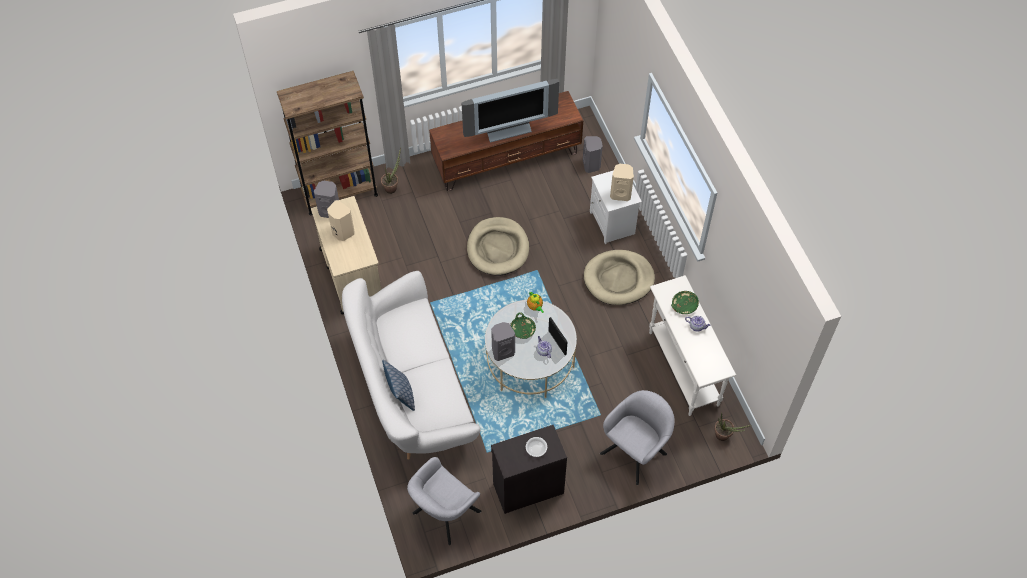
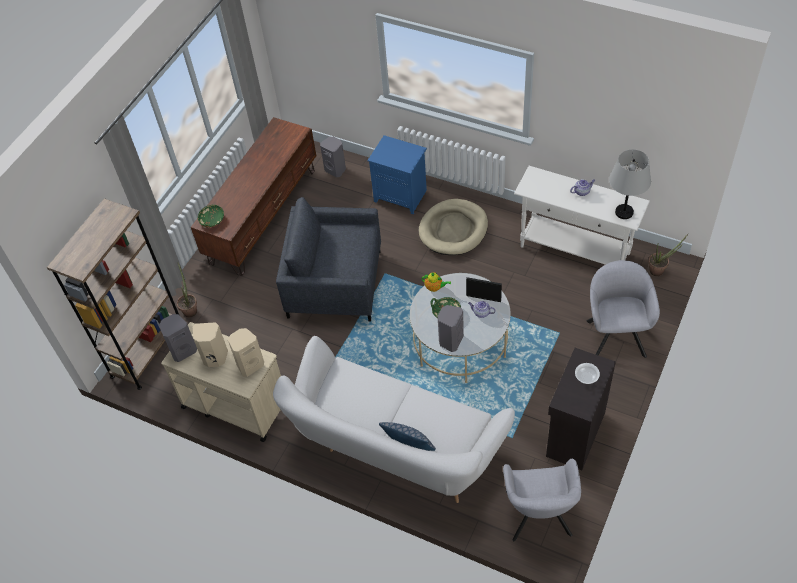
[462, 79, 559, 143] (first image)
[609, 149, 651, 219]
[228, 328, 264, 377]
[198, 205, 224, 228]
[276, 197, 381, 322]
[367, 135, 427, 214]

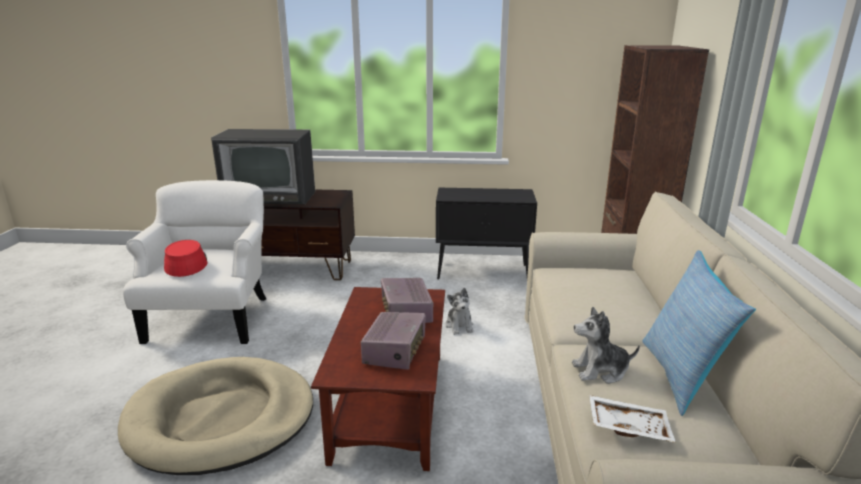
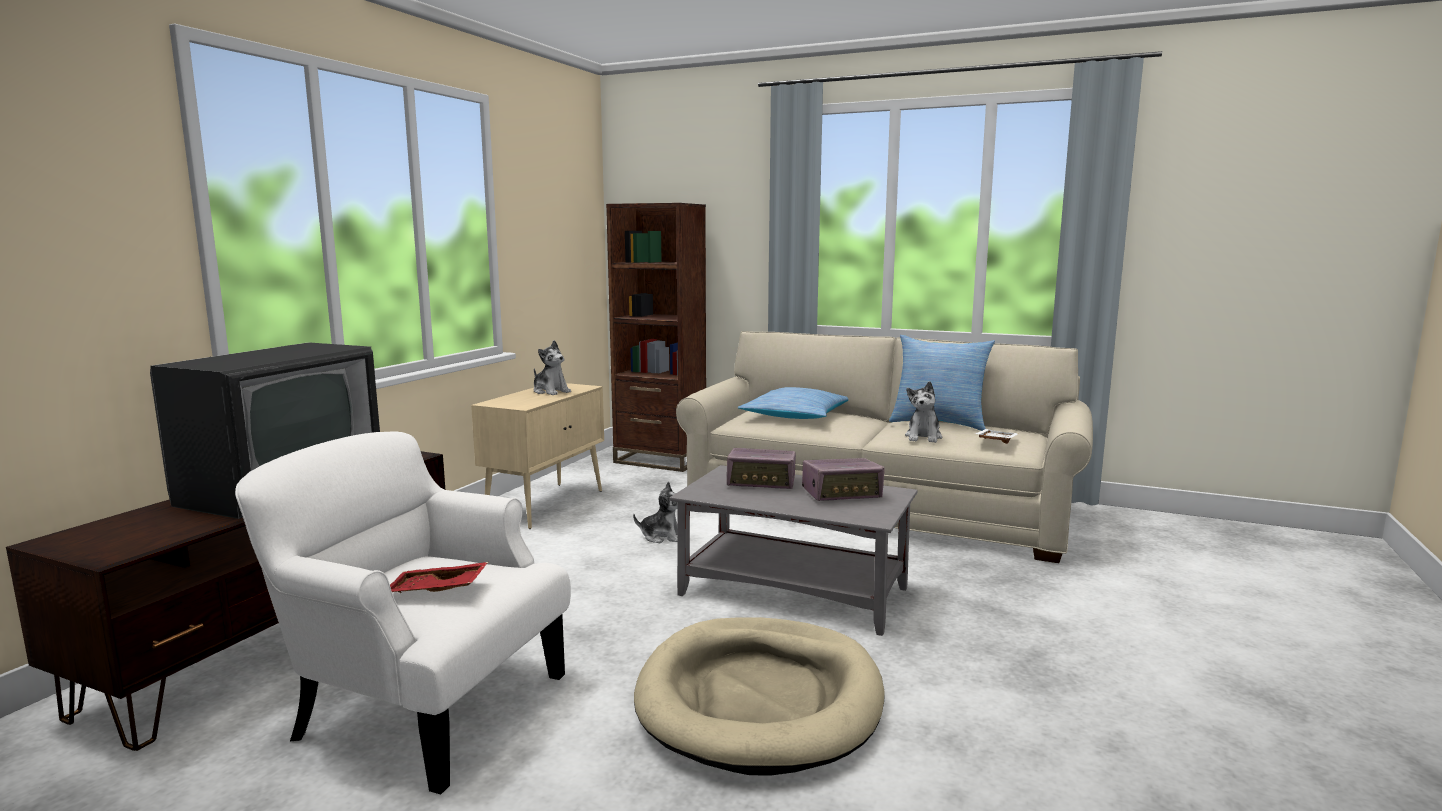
[534, 340, 571, 395]
[738, 387, 849, 419]
[390, 562, 488, 593]
[669, 465, 918, 636]
[471, 383, 604, 529]
[802, 458, 885, 501]

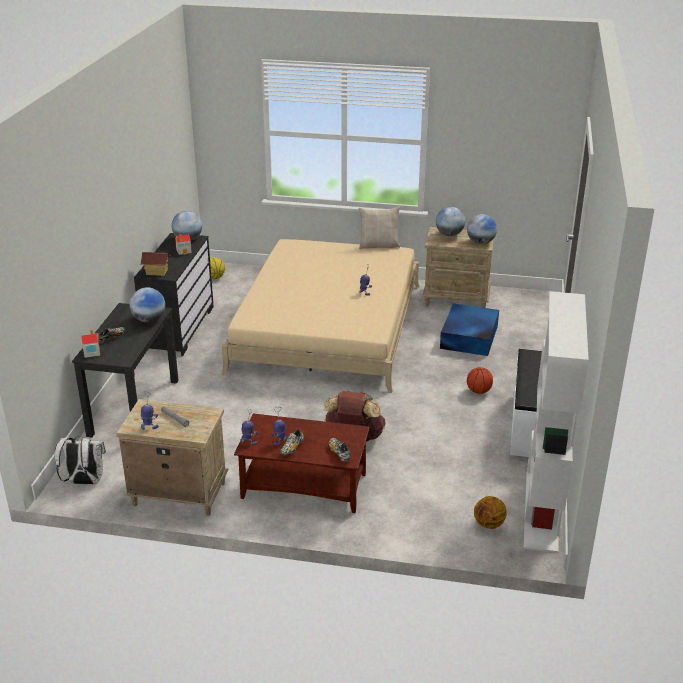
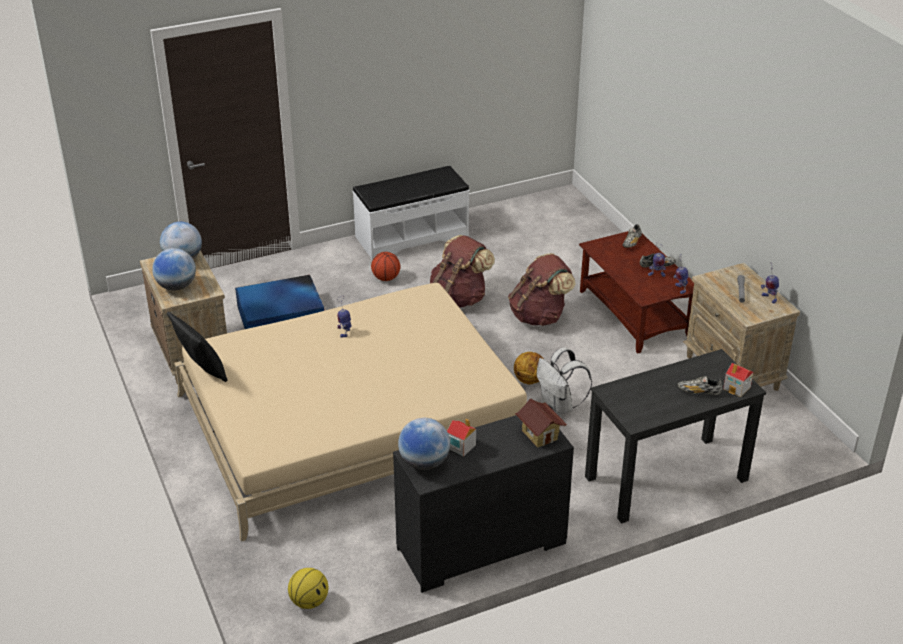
[130, 287, 165, 323] (first image)
[524, 291, 589, 553] (first image)
[430, 235, 495, 307]
[537, 347, 592, 416]
[514, 352, 544, 385]
[167, 311, 228, 382]

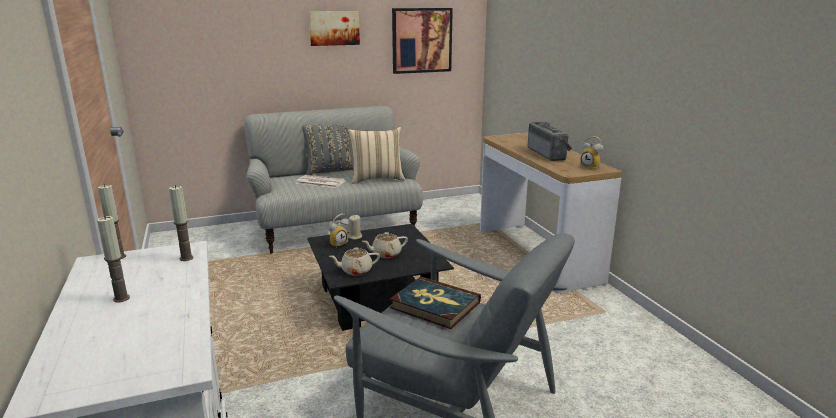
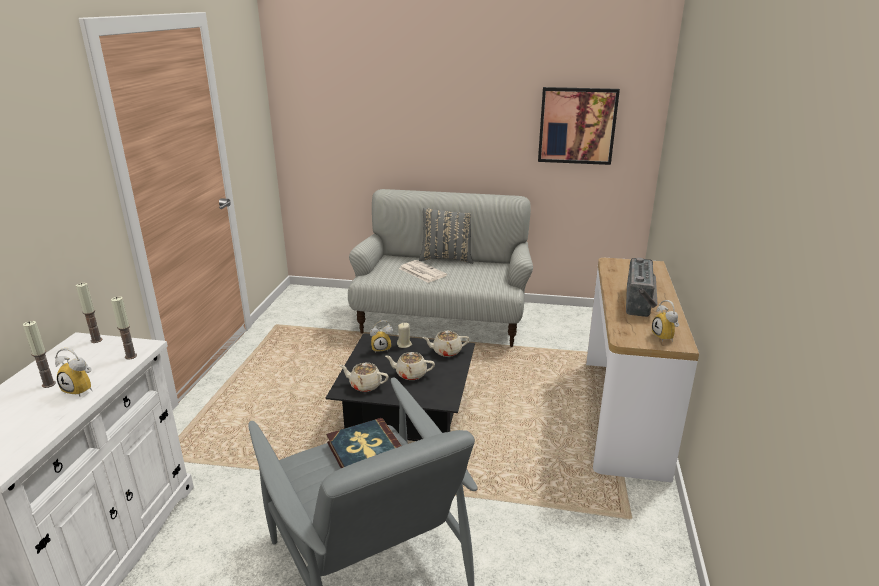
[309, 11, 360, 46] (first image)
[348, 127, 405, 184] (first image)
[55, 348, 92, 396]
[422, 331, 469, 357]

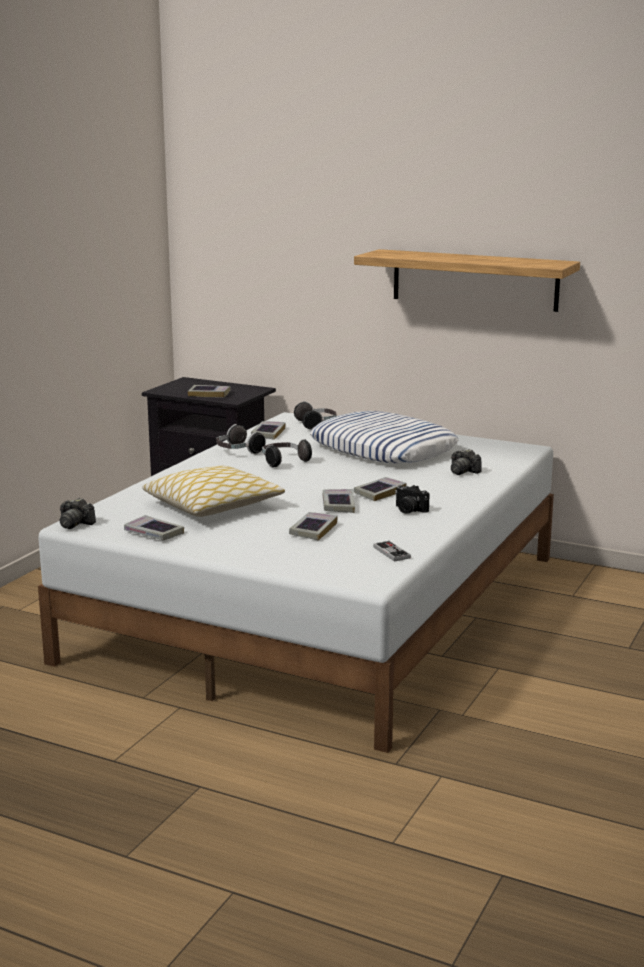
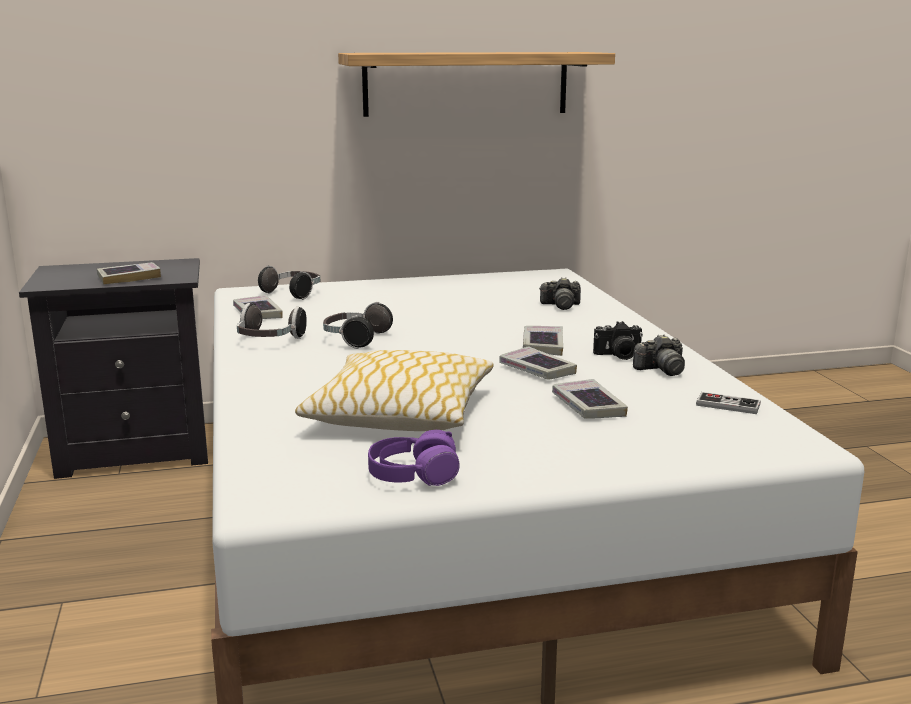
[310, 411, 458, 463] (first image)
[633, 334, 685, 376]
[368, 430, 460, 486]

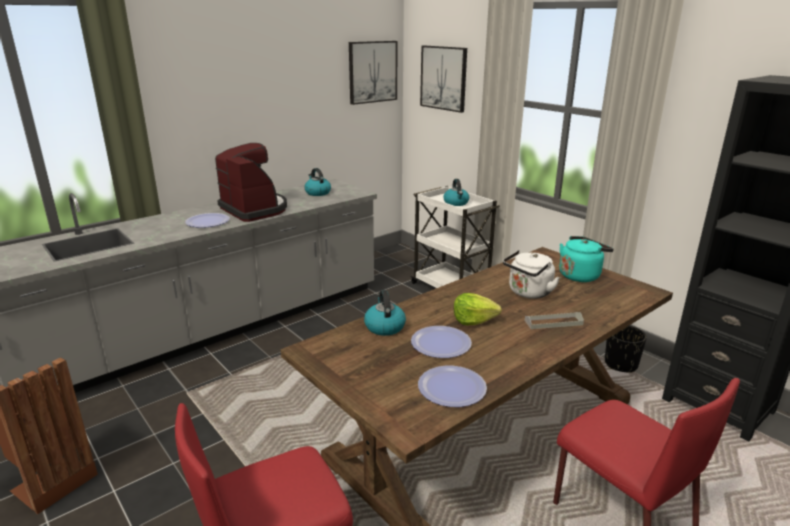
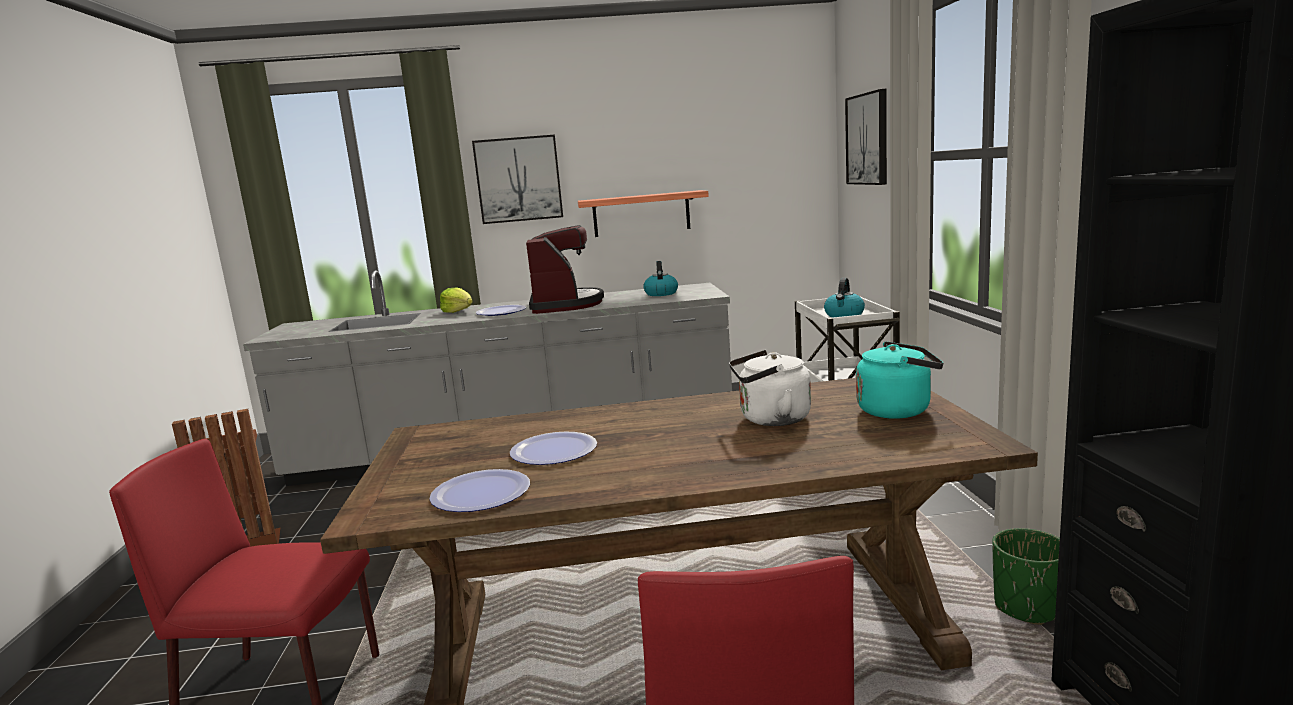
[364, 290, 406, 336] (first image)
[525, 312, 584, 329] (first image)
[578, 190, 709, 237]
[472, 135, 563, 224]
[440, 287, 473, 313]
[992, 528, 1060, 625]

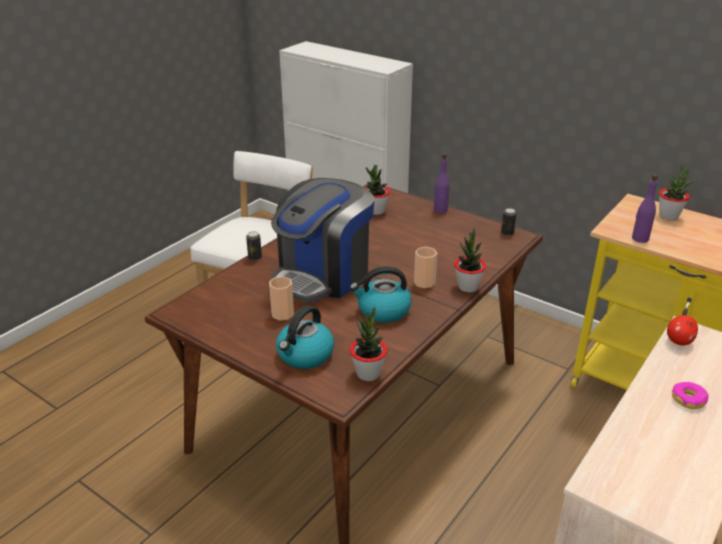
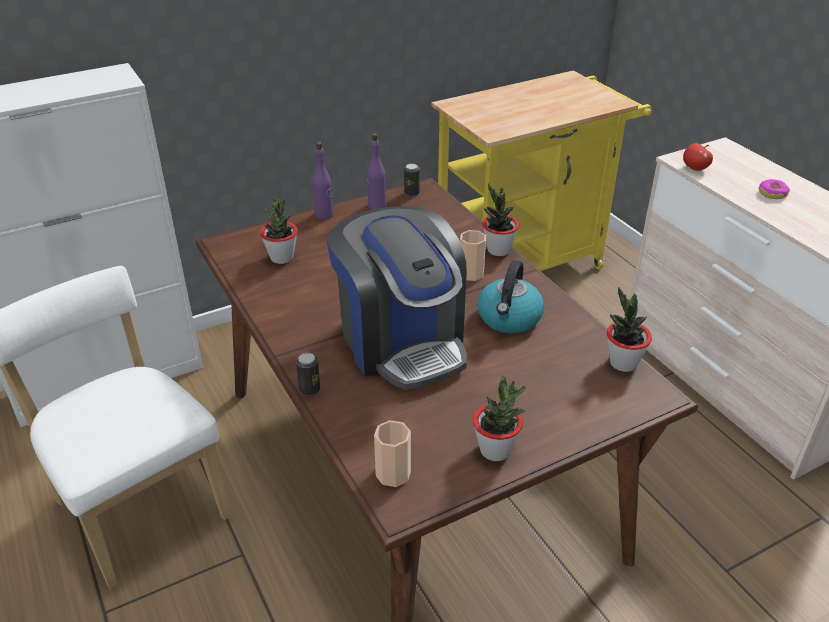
[276, 305, 334, 369] (first image)
[374, 420, 411, 487]
[367, 133, 386, 210]
[473, 375, 526, 461]

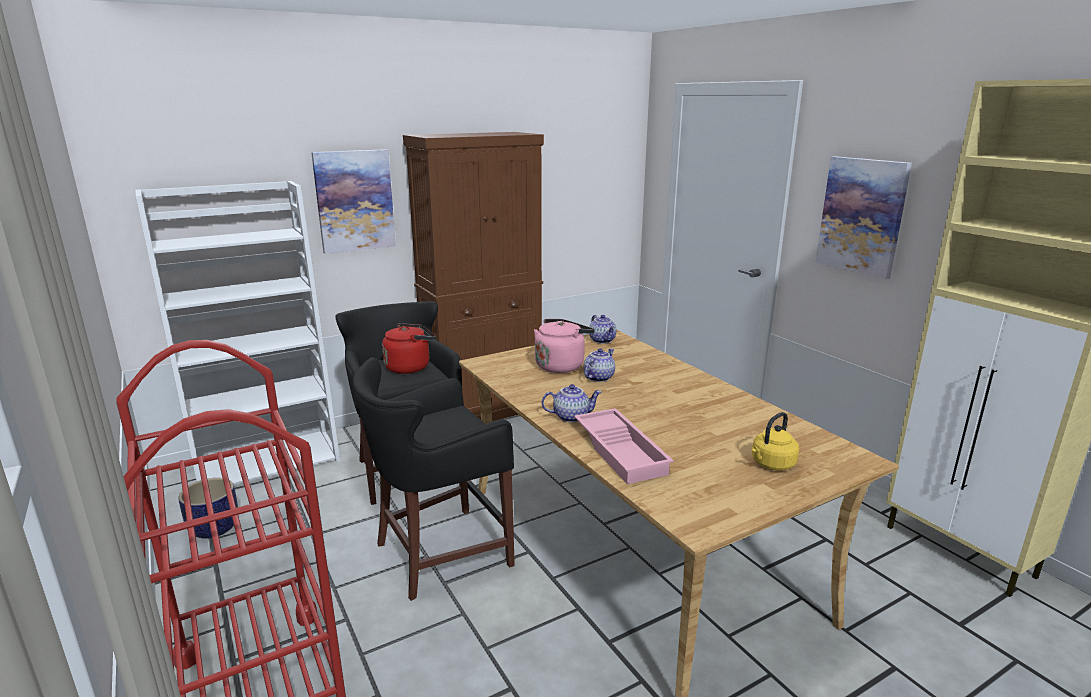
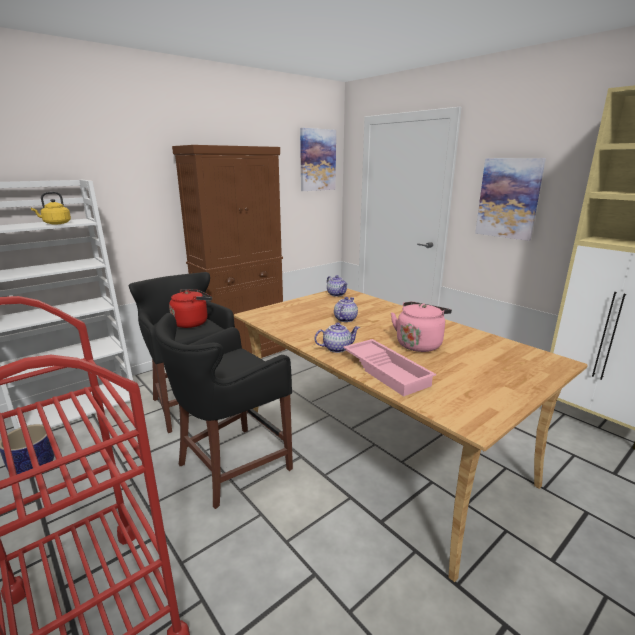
[300, 128, 336, 191]
[391, 301, 452, 352]
[31, 192, 71, 224]

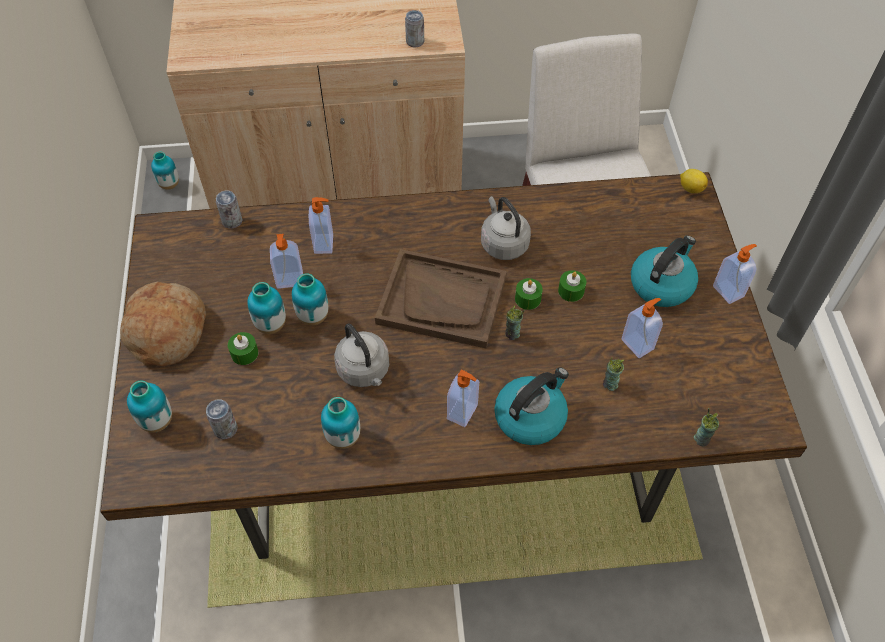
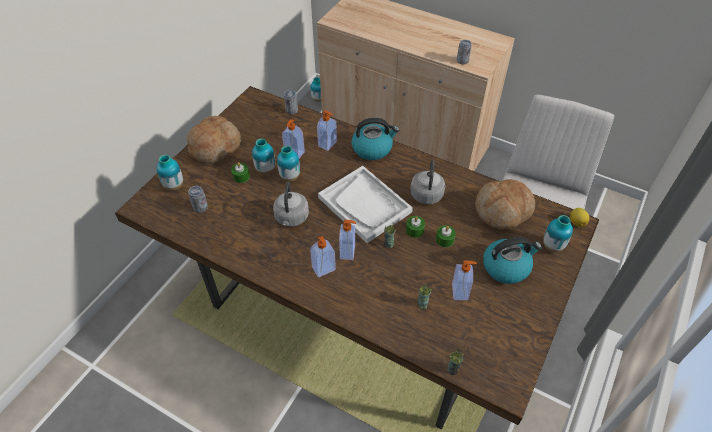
[475, 179, 535, 230]
[543, 215, 573, 252]
[352, 118, 399, 160]
[339, 220, 356, 260]
[318, 166, 413, 243]

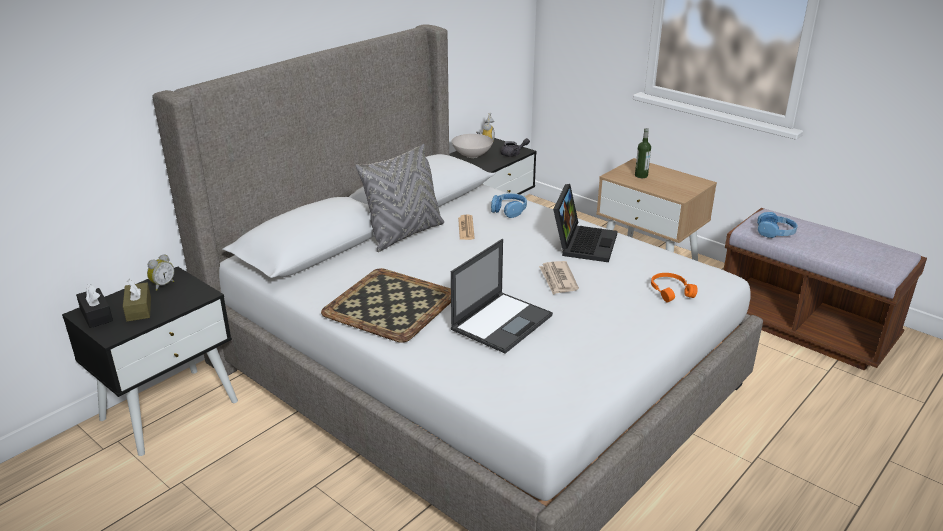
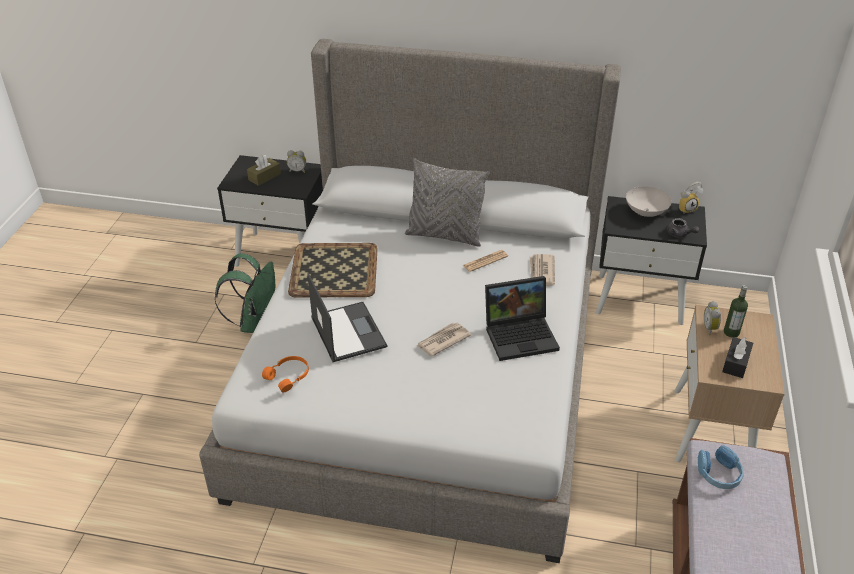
[215, 253, 276, 333]
[704, 301, 721, 335]
[722, 337, 753, 378]
[262, 356, 309, 393]
[530, 254, 555, 286]
[307, 273, 387, 362]

